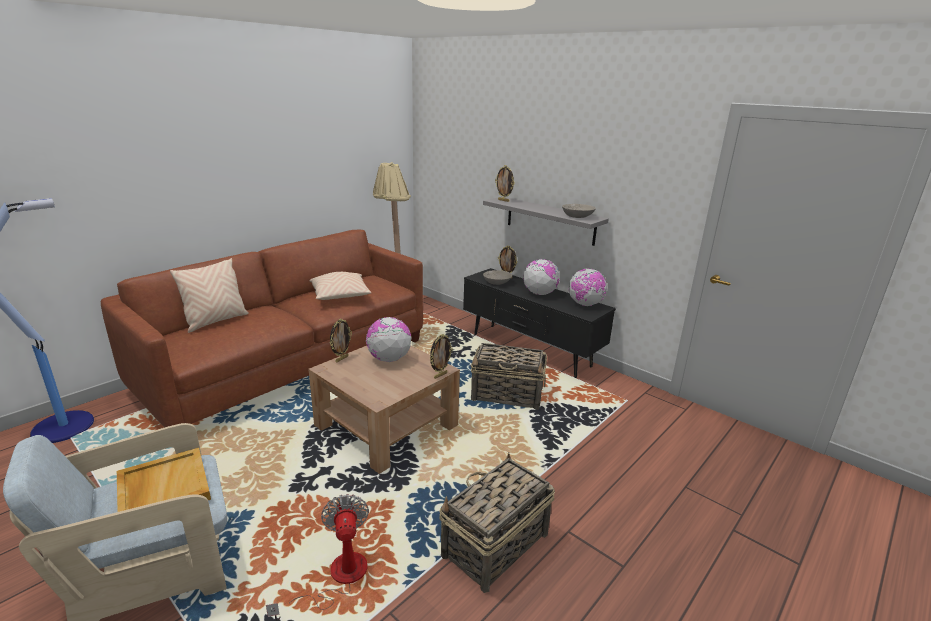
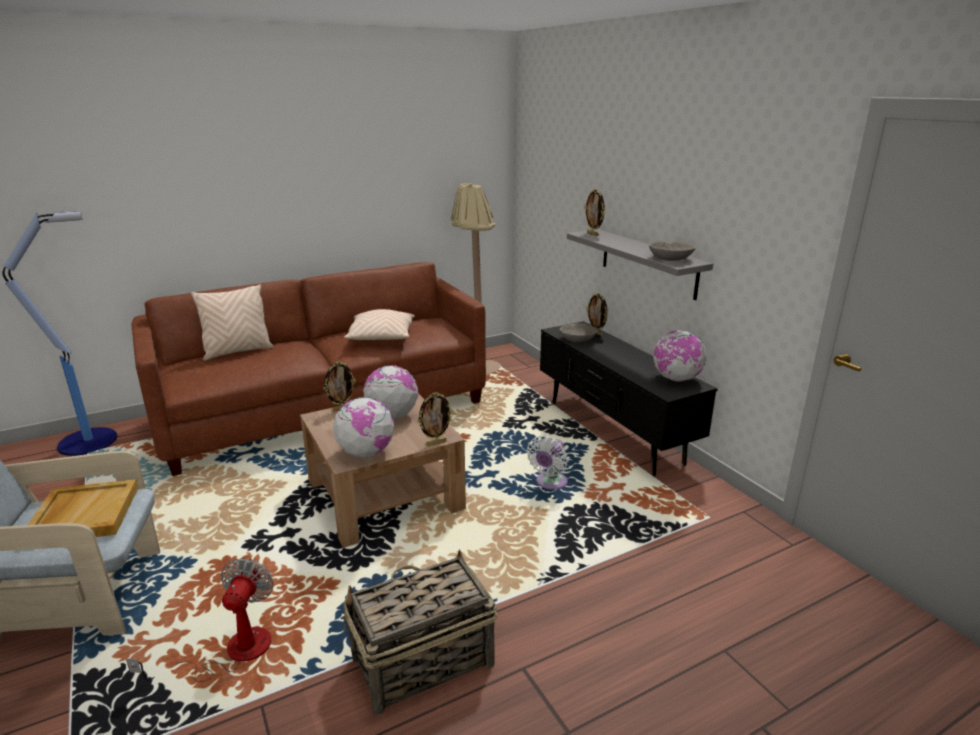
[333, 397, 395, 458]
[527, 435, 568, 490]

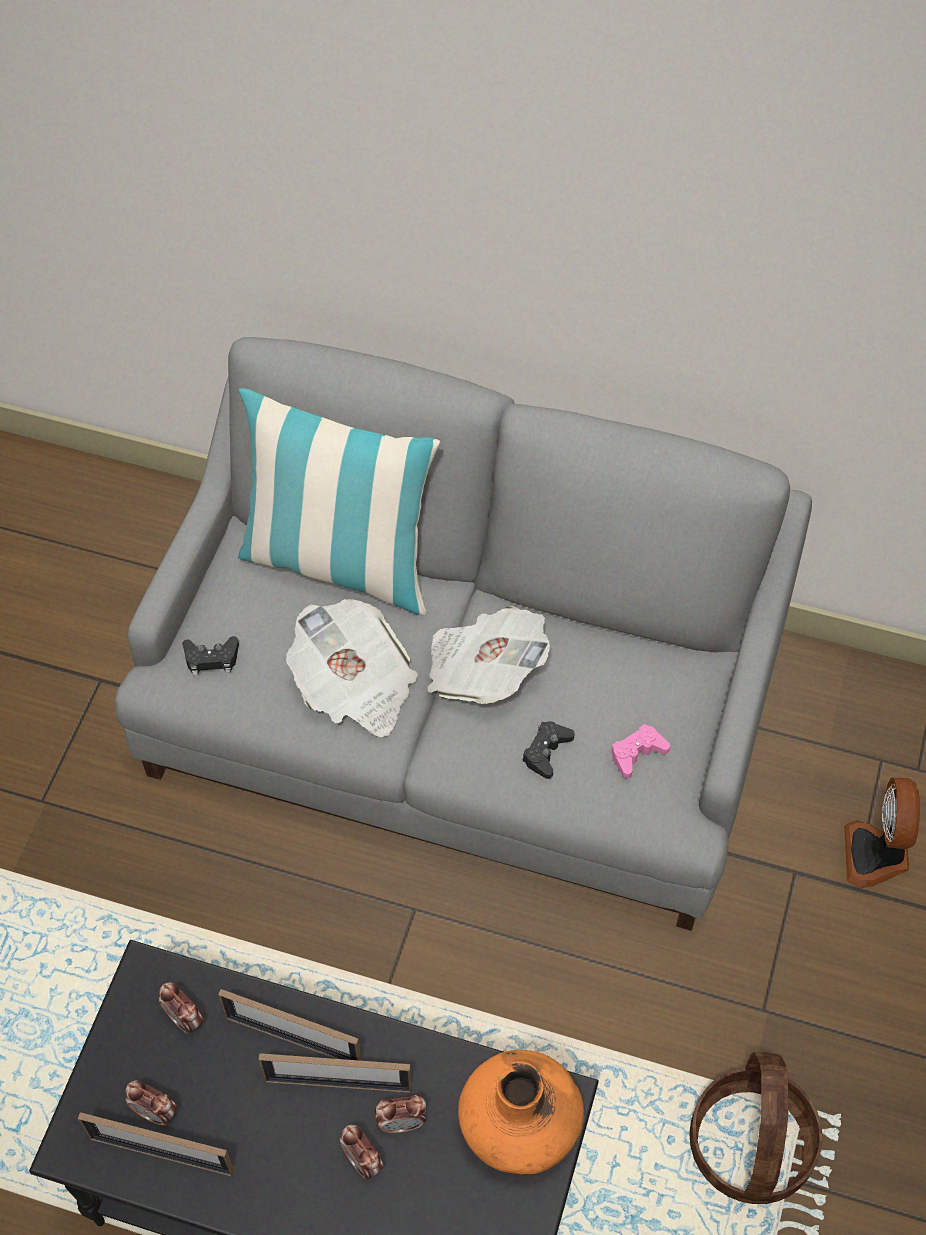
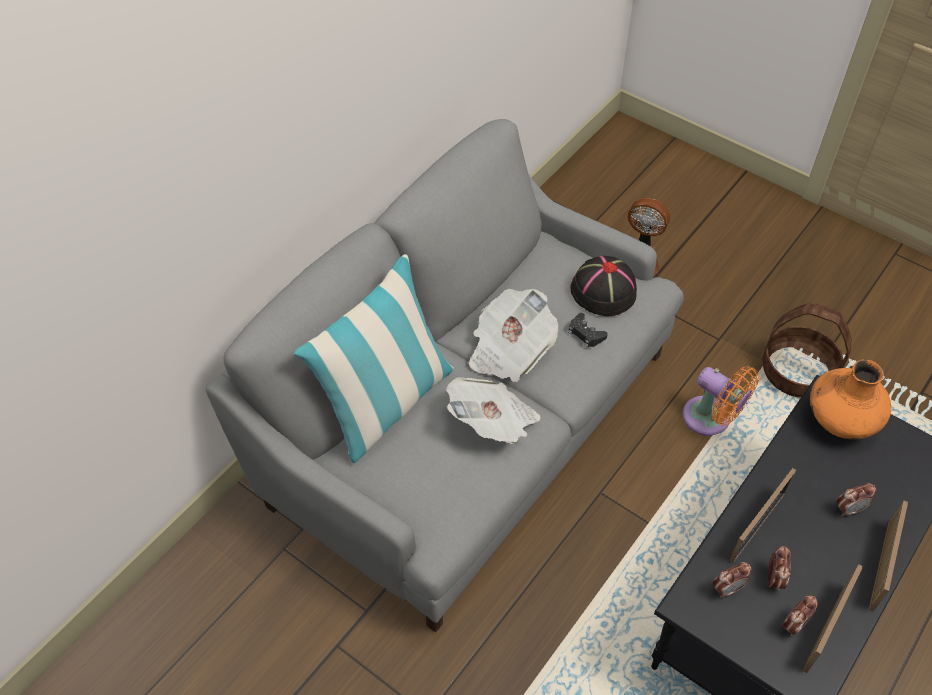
[182, 636, 239, 675] (first image)
[683, 367, 759, 436]
[869, 501, 908, 612]
[768, 546, 791, 590]
[570, 256, 637, 316]

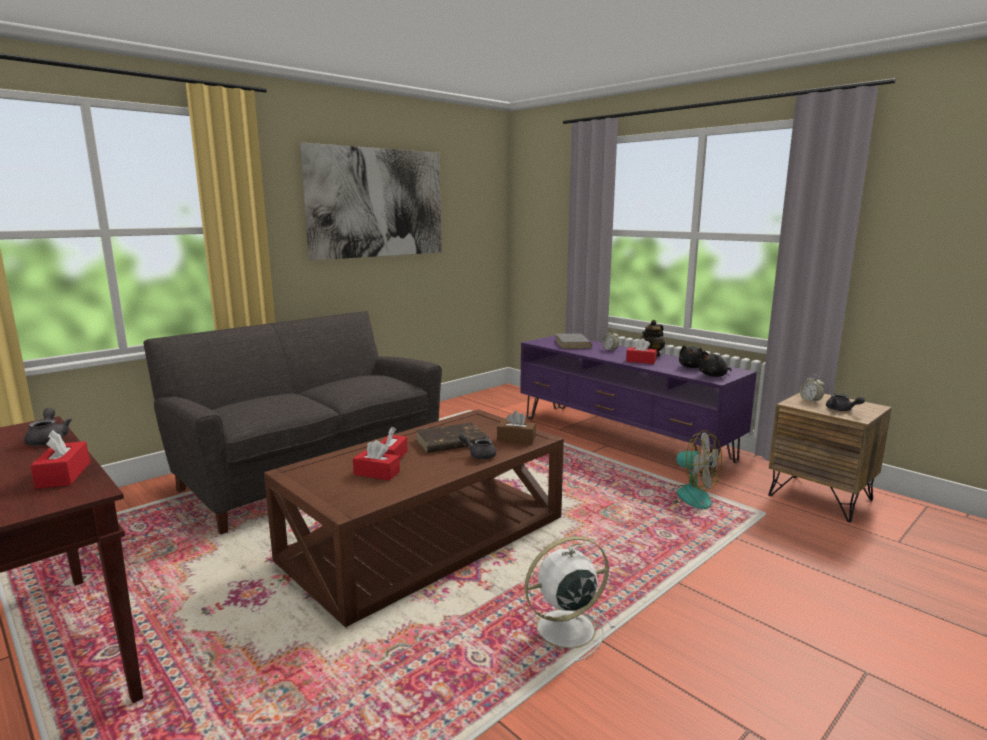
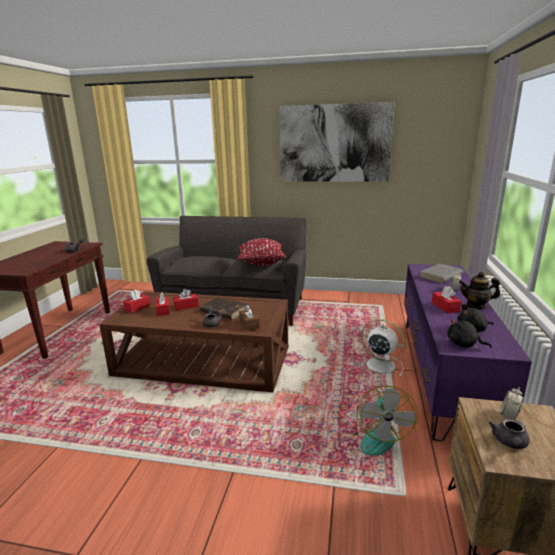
[238, 238, 286, 266]
[123, 289, 151, 313]
[358, 319, 406, 376]

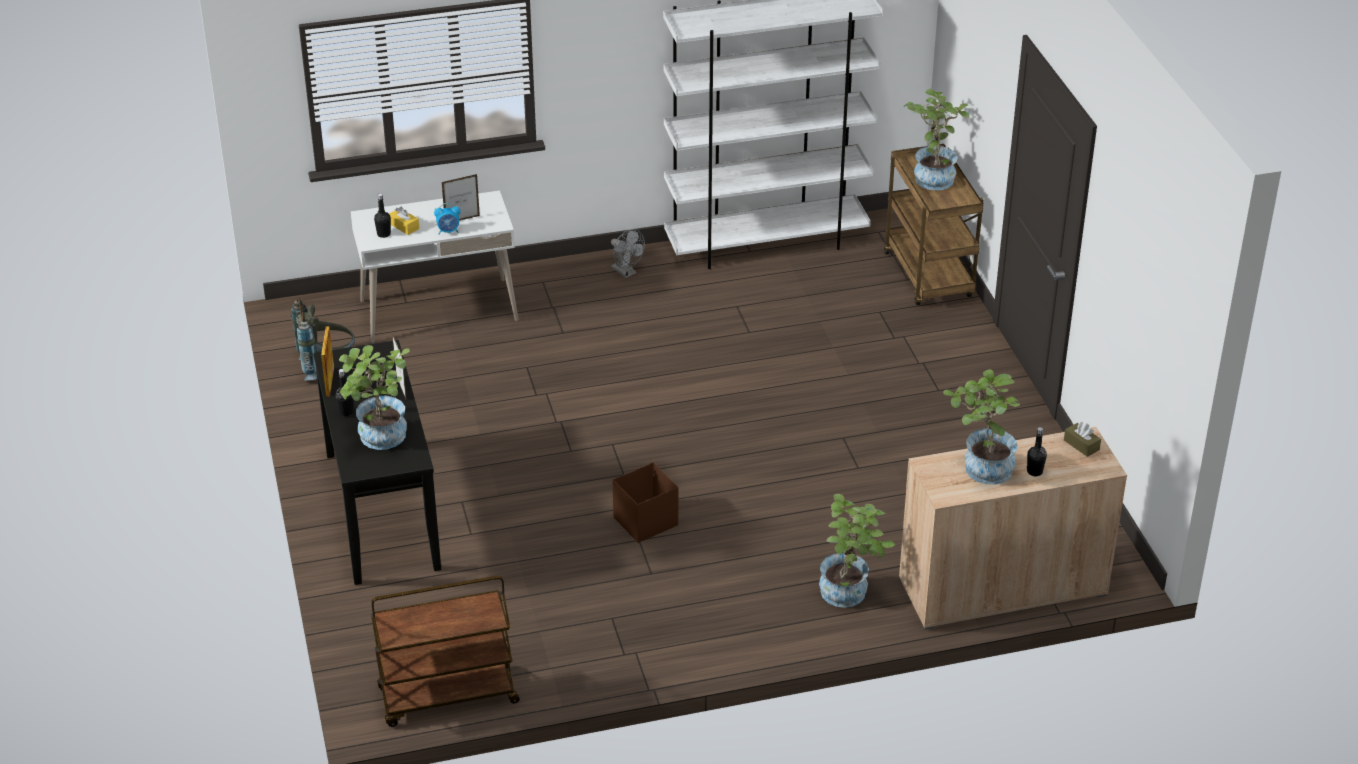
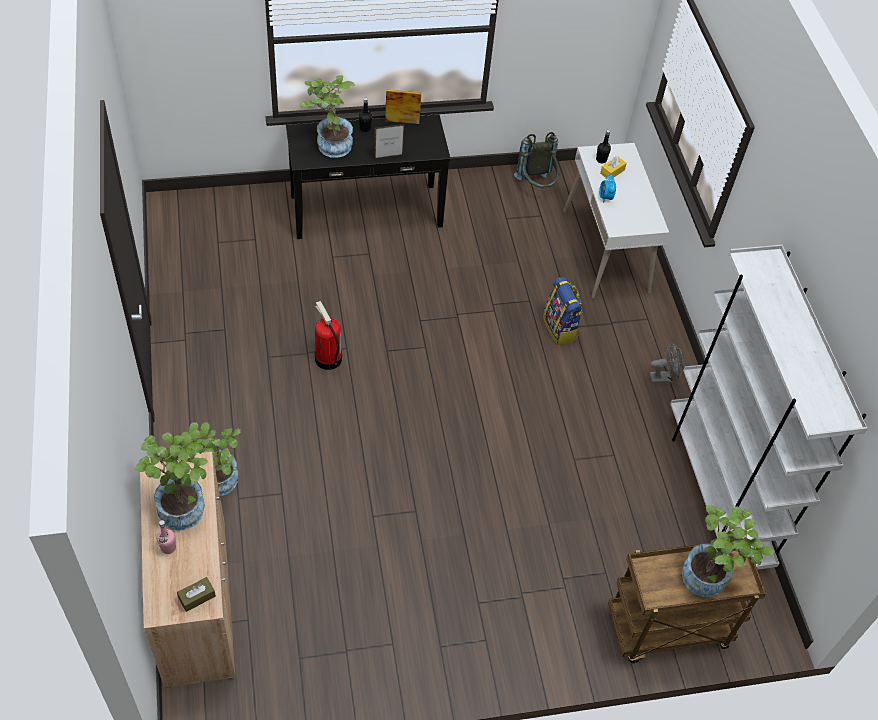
[371, 576, 520, 727] (first image)
[442, 174, 480, 220] (first image)
[543, 277, 583, 345]
[315, 301, 342, 370]
[157, 520, 176, 554]
[649, 343, 685, 383]

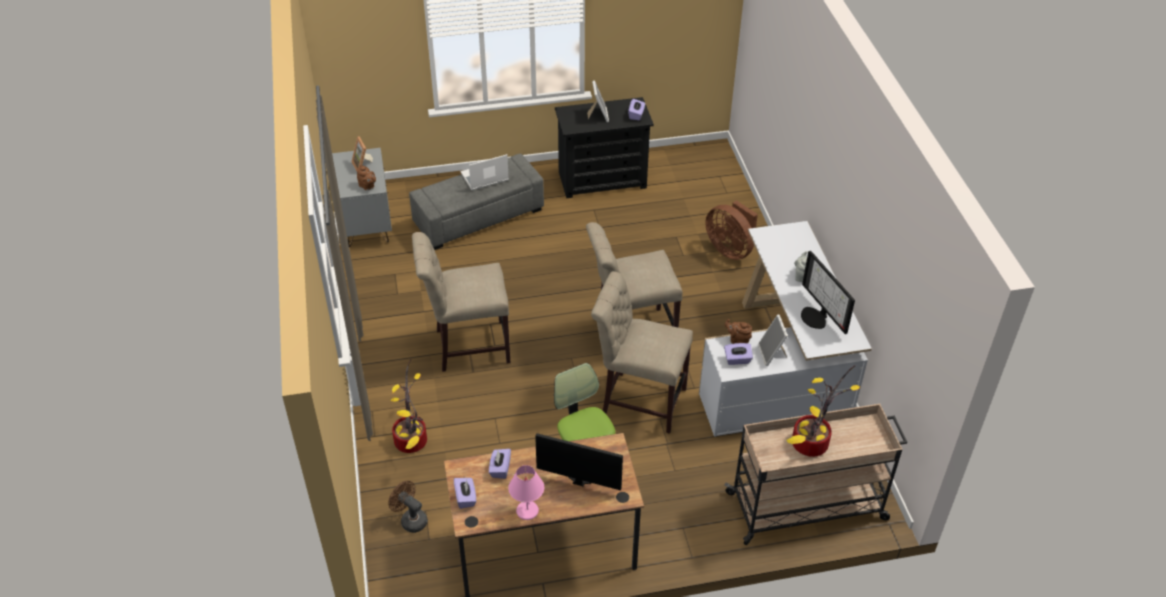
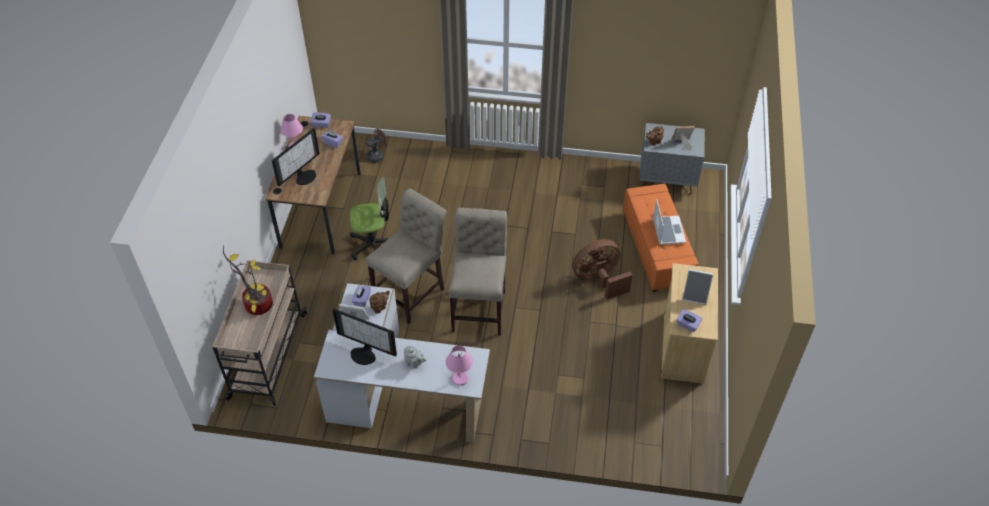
[390, 359, 427, 453] (first image)
[412, 232, 510, 372] (first image)
[446, 345, 473, 386]
[572, 239, 632, 299]
[623, 184, 699, 292]
[661, 263, 718, 384]
[332, 309, 397, 365]

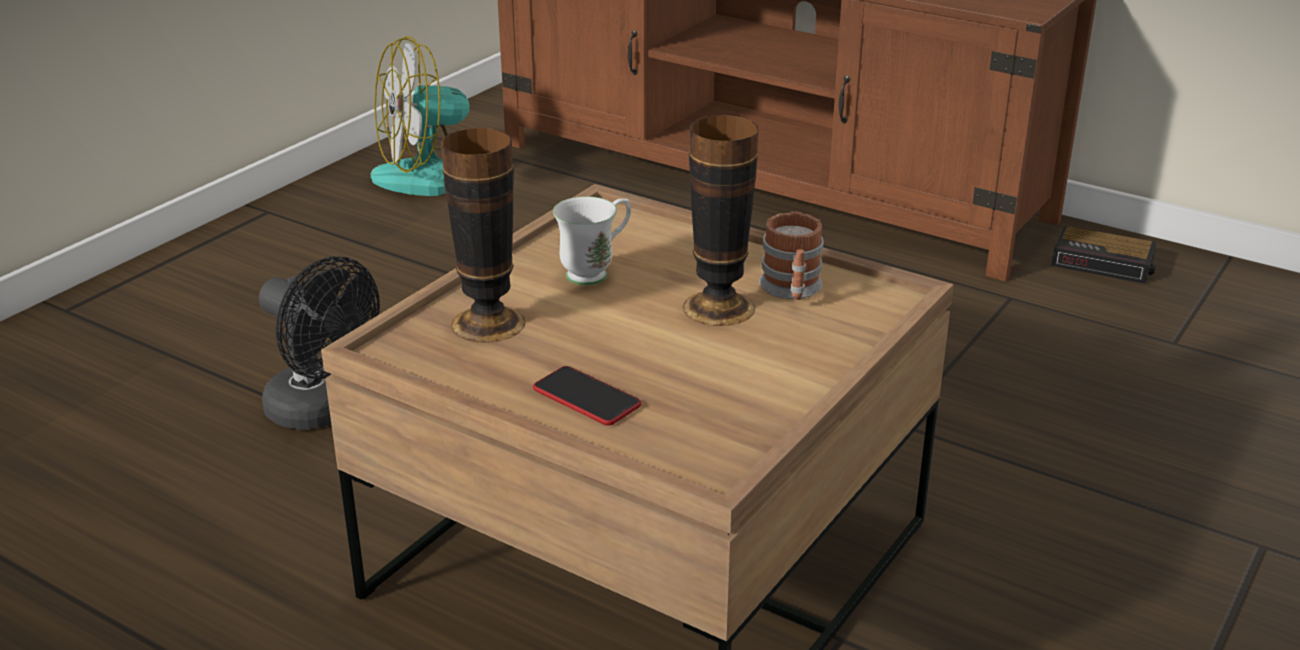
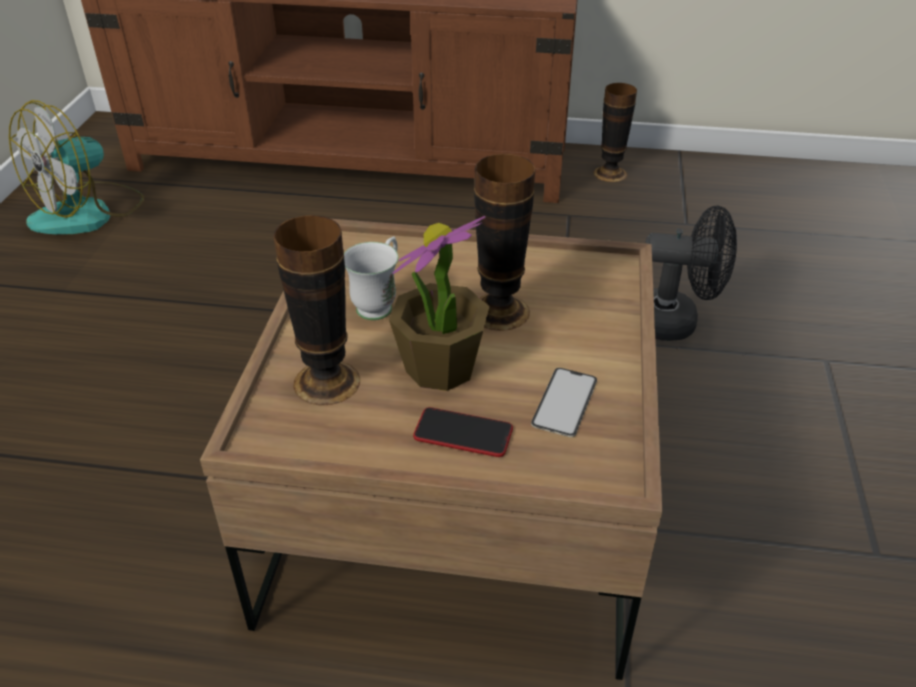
[759, 211, 824, 300] (first image)
[389, 216, 490, 391]
[531, 368, 597, 437]
[645, 206, 737, 341]
[594, 83, 637, 182]

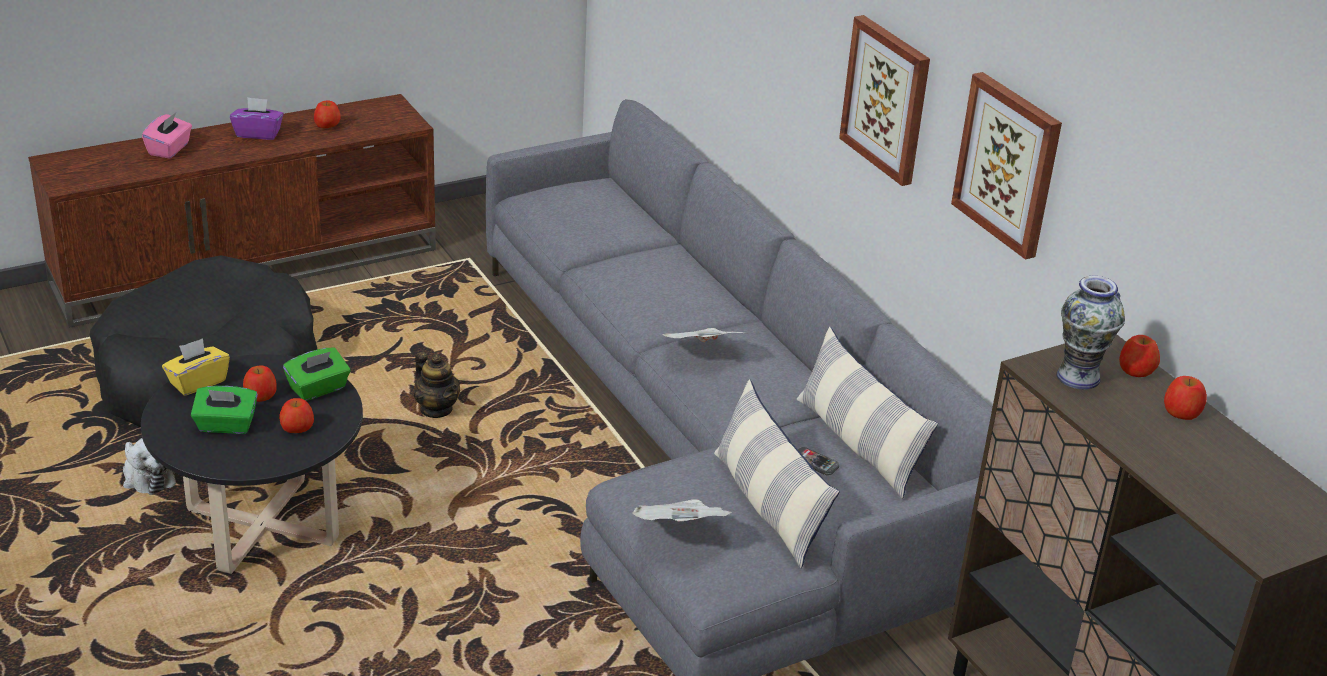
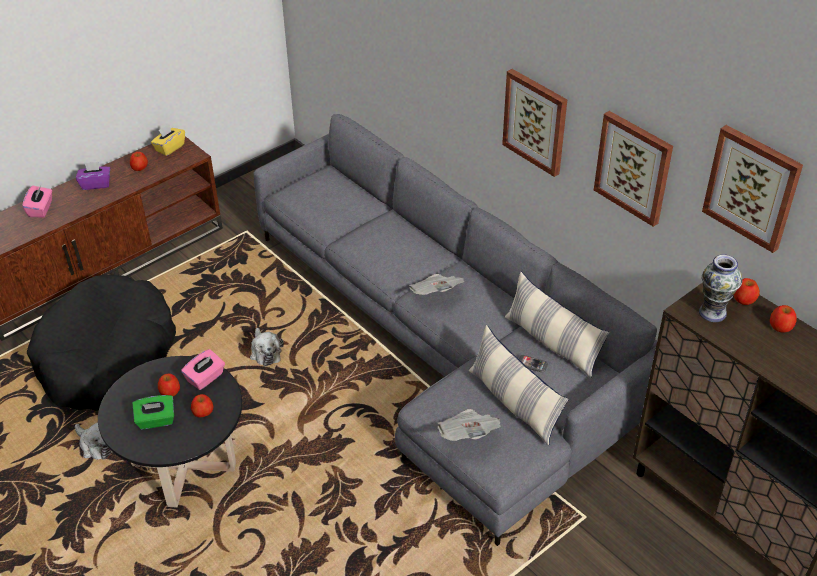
[702, 125, 803, 253]
[151, 124, 185, 156]
[250, 328, 284, 366]
[181, 349, 225, 390]

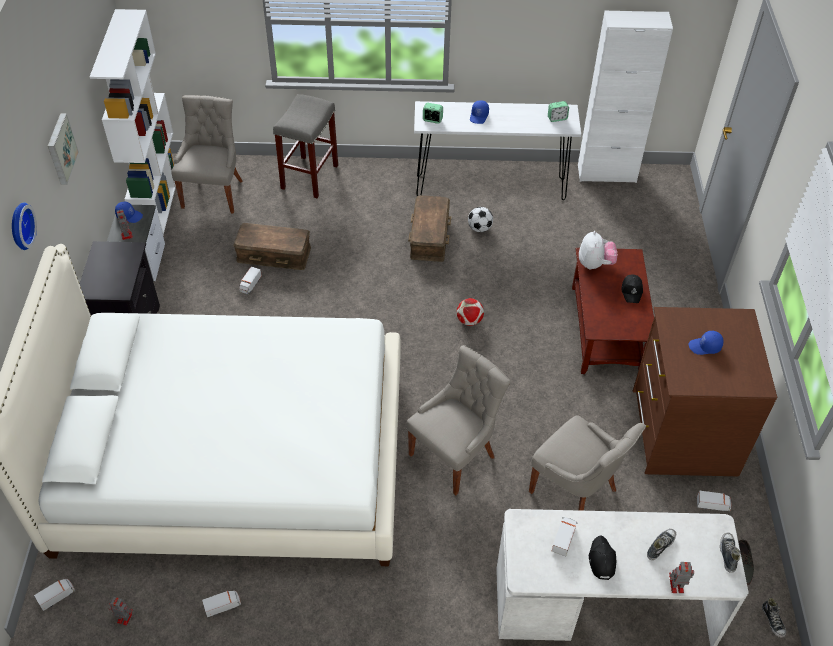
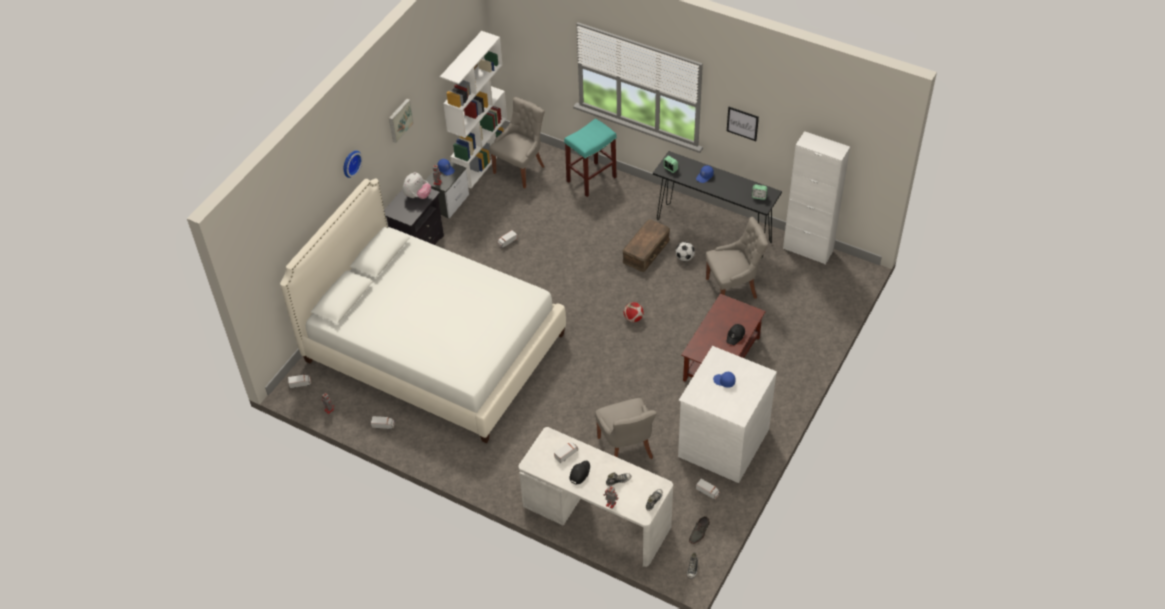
[233, 223, 311, 270] (first image)
[727, 107, 759, 141]
[705, 217, 768, 299]
[403, 172, 431, 199]
[564, 118, 617, 197]
[653, 151, 782, 258]
[678, 346, 777, 483]

